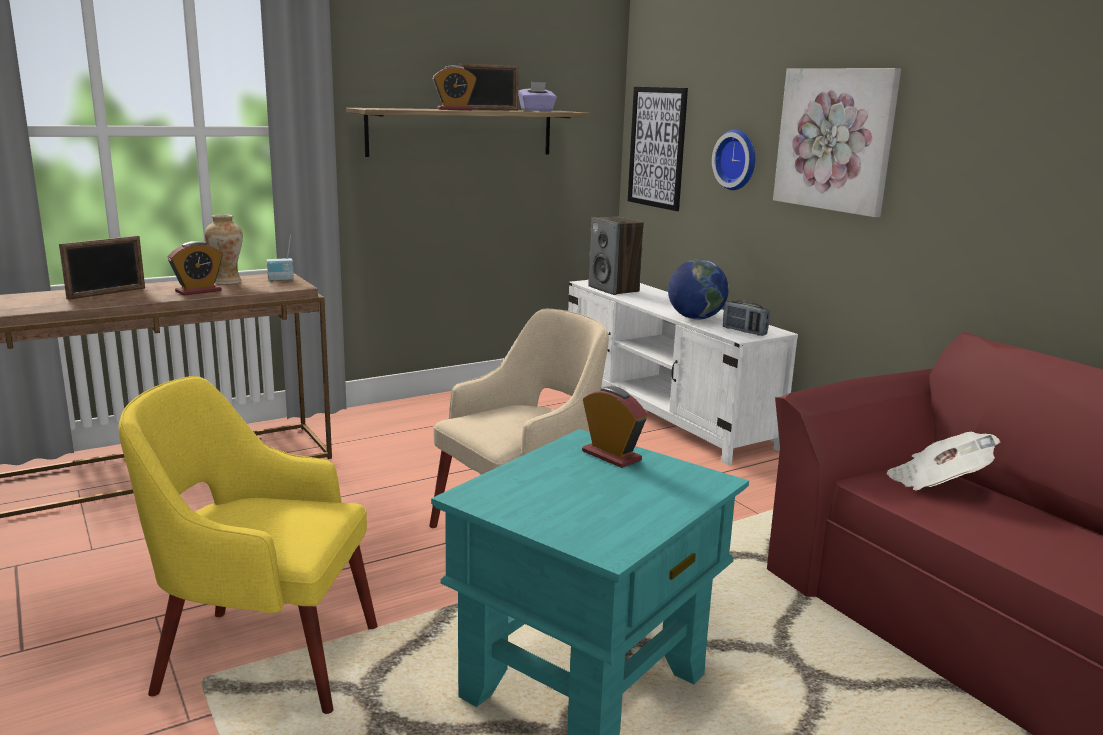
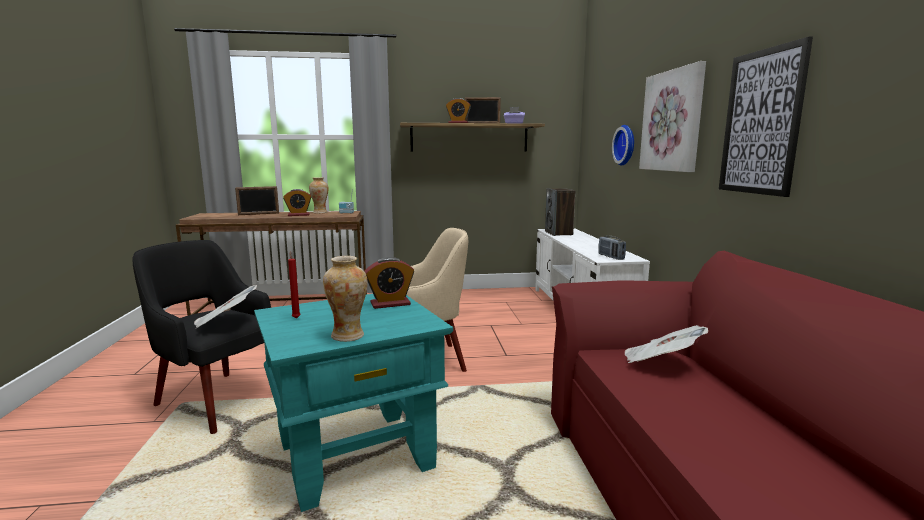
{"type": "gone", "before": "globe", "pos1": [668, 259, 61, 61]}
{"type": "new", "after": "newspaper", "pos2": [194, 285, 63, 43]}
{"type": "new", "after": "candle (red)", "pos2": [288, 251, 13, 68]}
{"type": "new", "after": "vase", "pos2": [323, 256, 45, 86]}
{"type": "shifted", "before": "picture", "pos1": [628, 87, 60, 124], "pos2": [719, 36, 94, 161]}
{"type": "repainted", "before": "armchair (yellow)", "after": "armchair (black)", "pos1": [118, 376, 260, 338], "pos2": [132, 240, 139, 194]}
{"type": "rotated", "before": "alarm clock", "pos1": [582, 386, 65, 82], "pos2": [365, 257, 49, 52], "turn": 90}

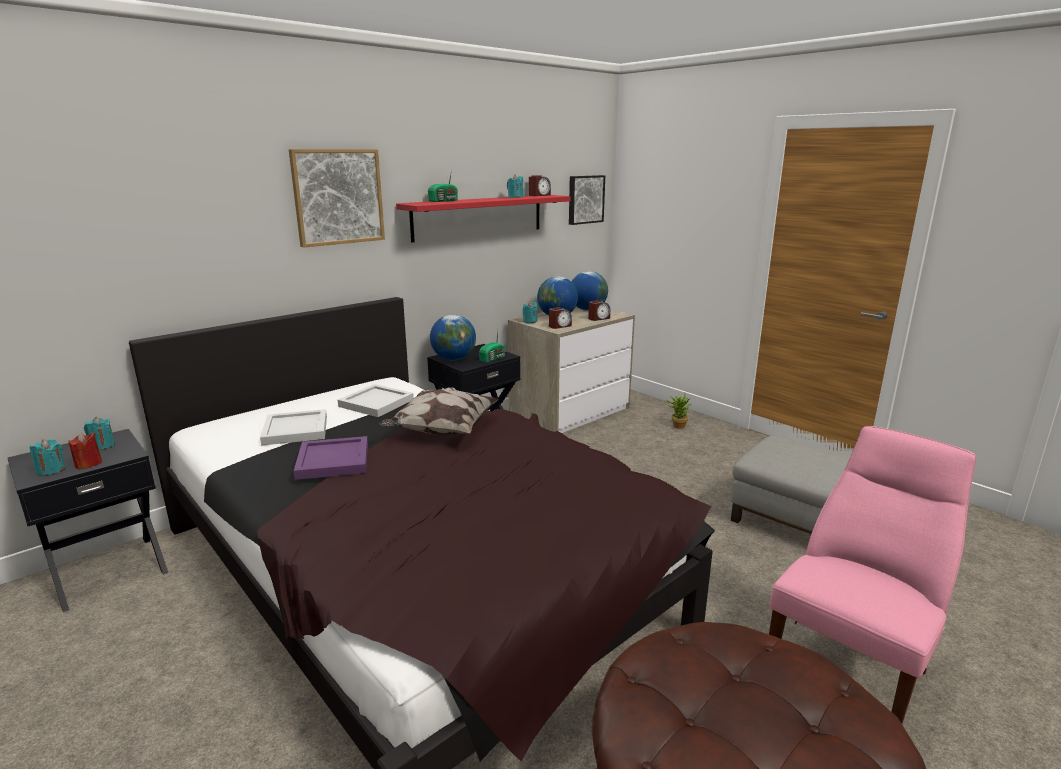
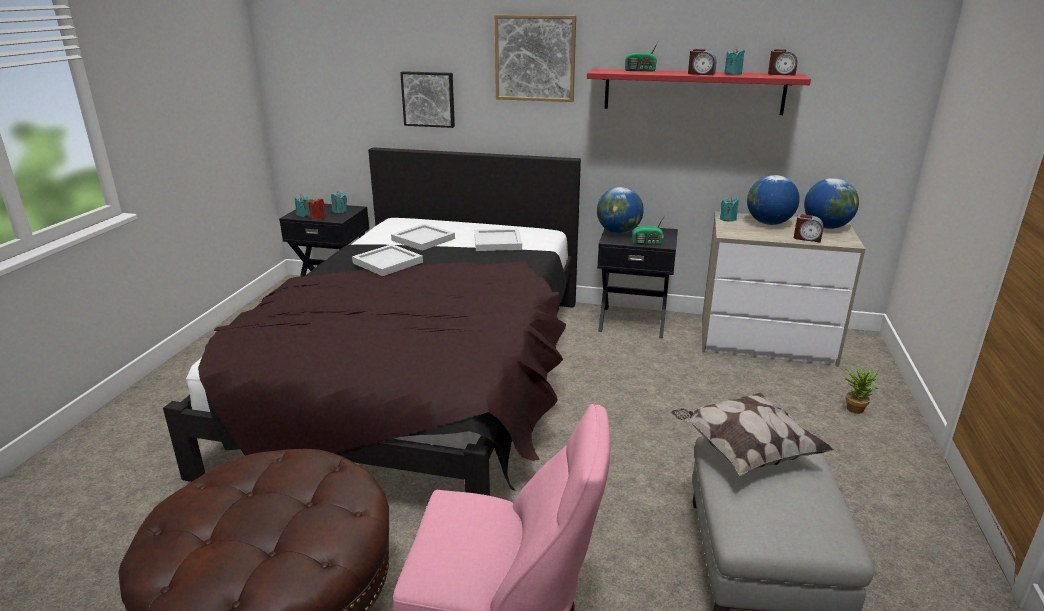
{"type": "shifted", "before": "pillow", "pos1": [379, 387, 119, 48], "pos2": [671, 393, 163, 83]}
{"type": "shifted", "before": "alarm clock", "pos1": [549, 307, 23, 22], "pos2": [688, 49, 29, 26]}
{"type": "shifted", "before": "picture", "pos1": [569, 175, 36, 50], "pos2": [400, 71, 55, 57]}
{"type": "repainted", "before": "tray (purple)", "after": "tray (white)", "pos1": [294, 436, 74, 44], "pos2": [352, 244, 71, 32]}

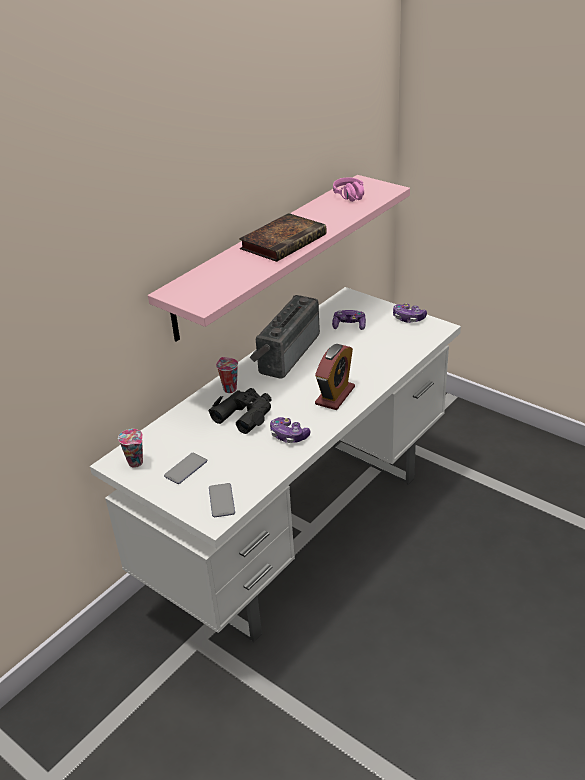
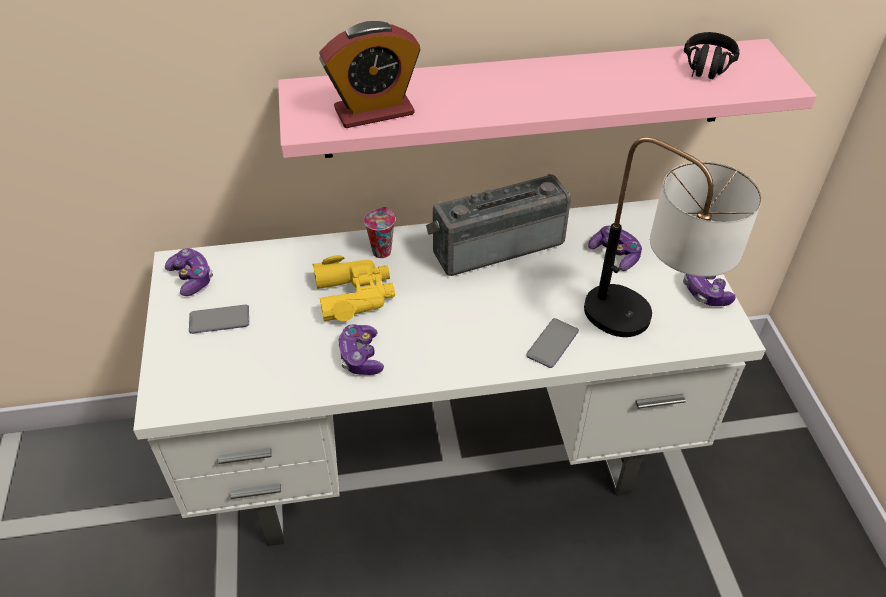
{"type": "gone", "before": "book", "pos1": [239, 213, 88, 49]}
{"type": "new", "after": "table lamp", "pos2": [584, 137, 178, 200]}
{"type": "shifted", "before": "phone", "pos1": [209, 483, 26, 35], "pos2": [526, 318, 53, 50]}
{"type": "shifted", "before": "alarm clock", "pos1": [315, 344, 40, 66], "pos2": [319, 21, 102, 107]}
{"type": "swapped", "before": "cup", "after": "game controller", "pos1": [118, 429, 25, 39], "pos2": [165, 248, 48, 48]}
{"type": "repainted", "before": "binoculars (black)", "after": "binoculars (yellow)", "pos1": [208, 388, 63, 46], "pos2": [312, 255, 83, 66]}
{"type": "repainted", "before": "headphones (pink)", "after": "headphones (black)", "pos1": [333, 177, 31, 25], "pos2": [684, 32, 56, 47]}

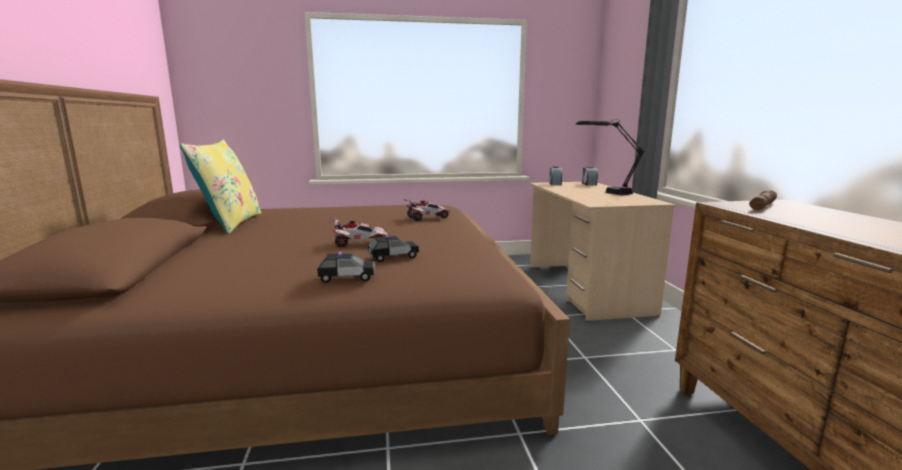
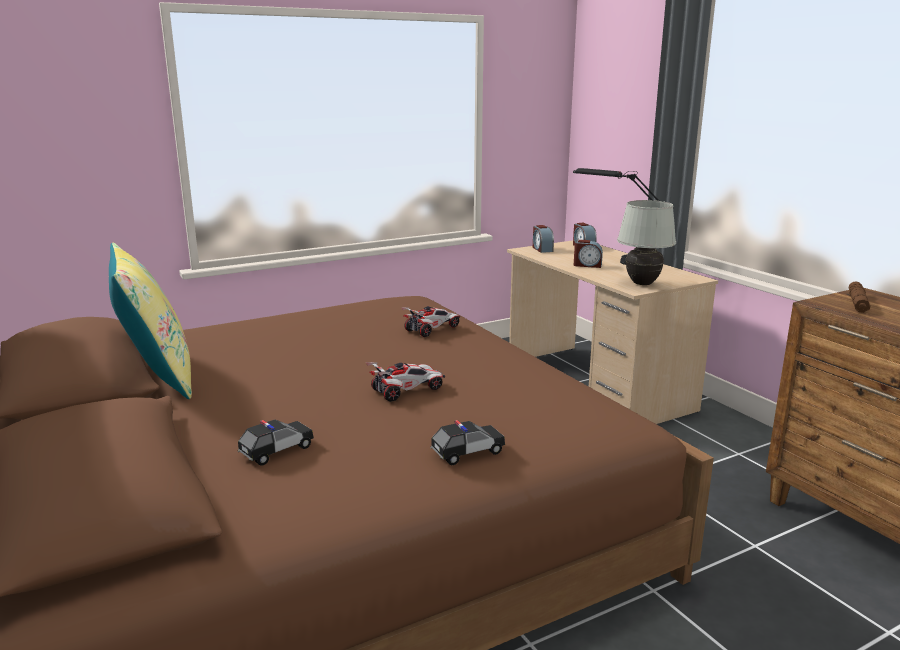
{"type": "new", "after": "alarm clock", "pos2": [574, 240, 29, 28]}
{"type": "new", "after": "table lamp (white)", "pos2": [617, 200, 59, 85]}
{"type": "shifted", "before": "toy car", "pos1": [367, 234, 52, 28], "pos2": [238, 419, 76, 47]}

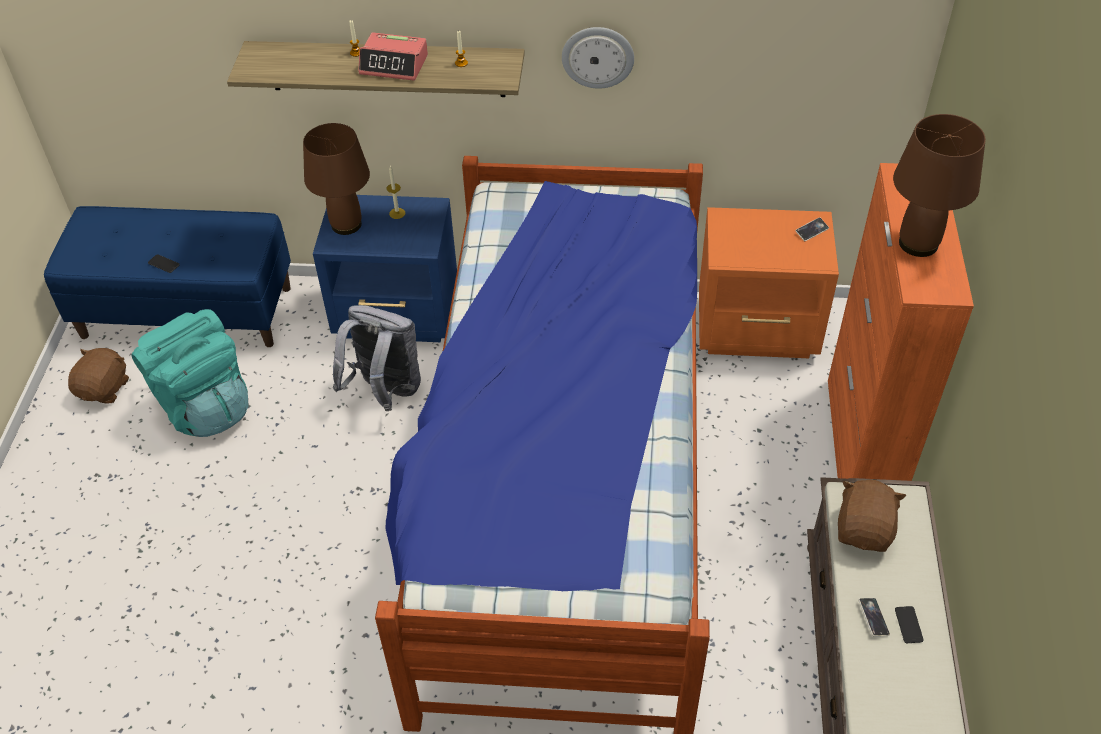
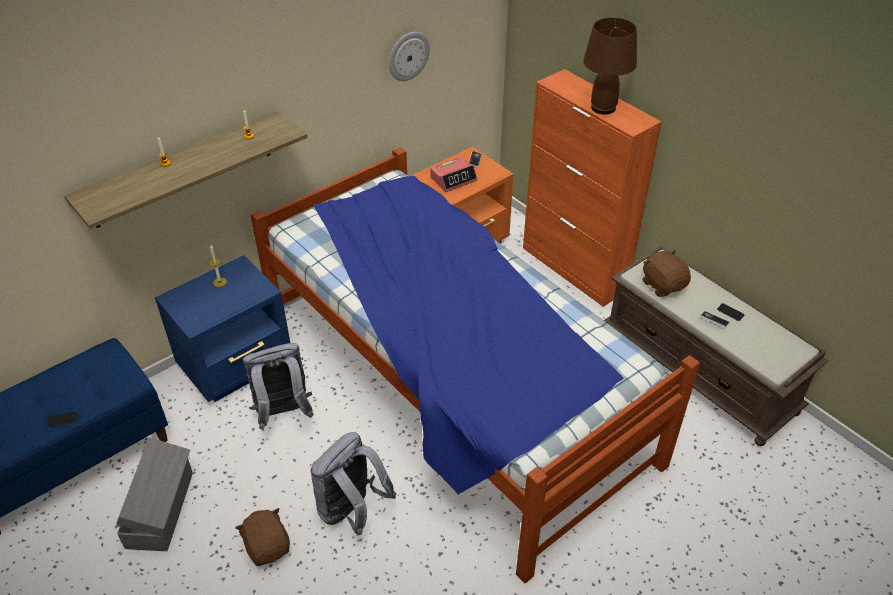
{"type": "gone", "before": "table lamp (brown)", "pos1": [303, 123, 67, 112]}
{"type": "new", "after": "backpack (grey)", "pos2": [311, 432, 85, 103]}
{"type": "shifted", "before": "plush toy (brown)", "pos1": [68, 348, 61, 56], "pos2": [235, 508, 55, 58]}
{"type": "shifted", "before": "alarm clock", "pos1": [358, 32, 70, 49], "pos2": [430, 157, 47, 35]}
{"type": "shifted", "before": "wall clock", "pos1": [562, 27, 72, 62], "pos2": [389, 32, 41, 49]}
{"type": "swapped", "before": "backpack (turquoise)", "after": "storage box (grey)", "pos1": [131, 309, 117, 128], "pos2": [116, 438, 77, 113]}

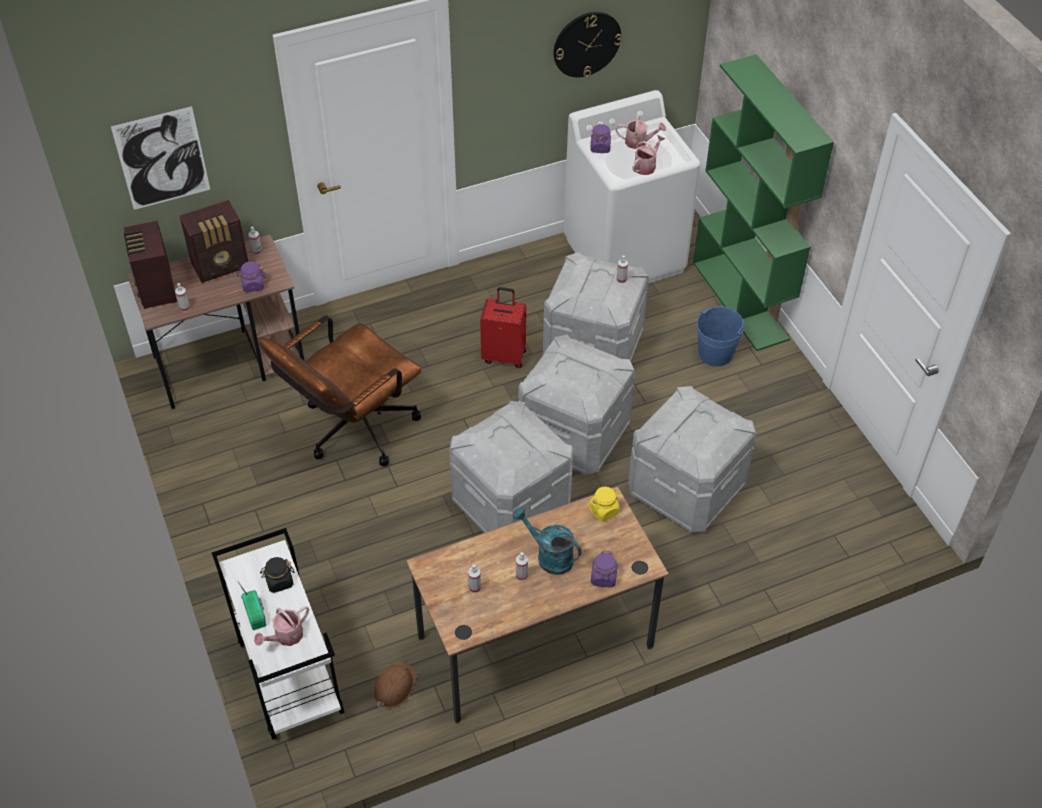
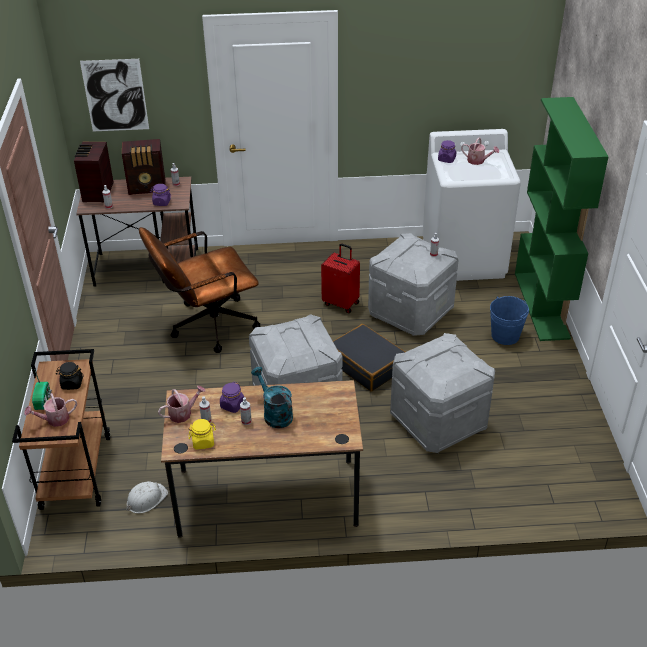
{"type": "gone", "before": "wall clock", "pos1": [553, 12, 69, 65]}
{"type": "shifted", "before": "jar (yellow)", "pos1": [589, 487, 31, 35], "pos2": [189, 419, 27, 31]}
{"type": "shifted", "before": "jar (purple)", "pos1": [591, 551, 27, 37], "pos2": [220, 382, 24, 31]}
{"type": "shifted", "before": "watering can", "pos1": [633, 135, 32, 40], "pos2": [158, 385, 47, 38]}
{"type": "swapped", "before": "storage box (grey)", "after": "suitcase (black)", "pos1": [519, 335, 116, 140], "pos2": [333, 324, 72, 67]}
{"type": "repainted", "before": "cart (white)", "after": "cart (brown)", "pos1": [212, 528, 132, 212], "pos2": [12, 349, 98, 161]}
{"type": "repainted", "before": "hard hat (brown)", "after": "hard hat (white)", "pos1": [373, 662, 45, 47], "pos2": [126, 481, 42, 32]}

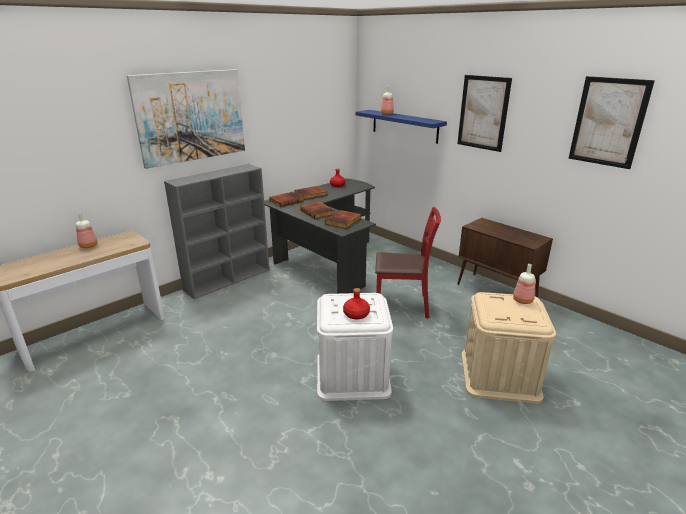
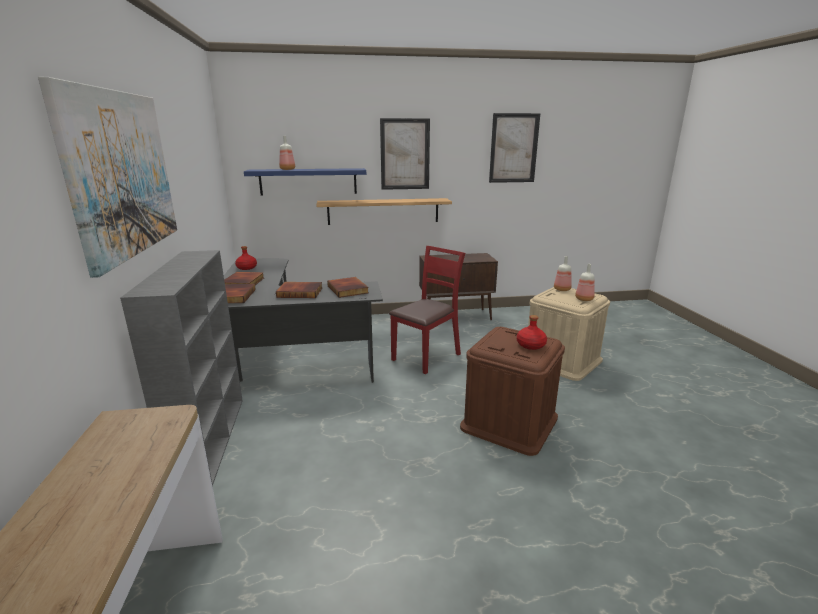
{"type": "new", "after": "shelf", "pos2": [316, 198, 136, 27]}
{"type": "shifted", "before": "bottle", "pos1": [76, 212, 22, 36], "pos2": [575, 264, 20, 37]}
{"type": "repainted", "before": "storage box (white)", "after": "storage box (brown)", "pos1": [317, 293, 76, 108], "pos2": [460, 327, 105, 129]}

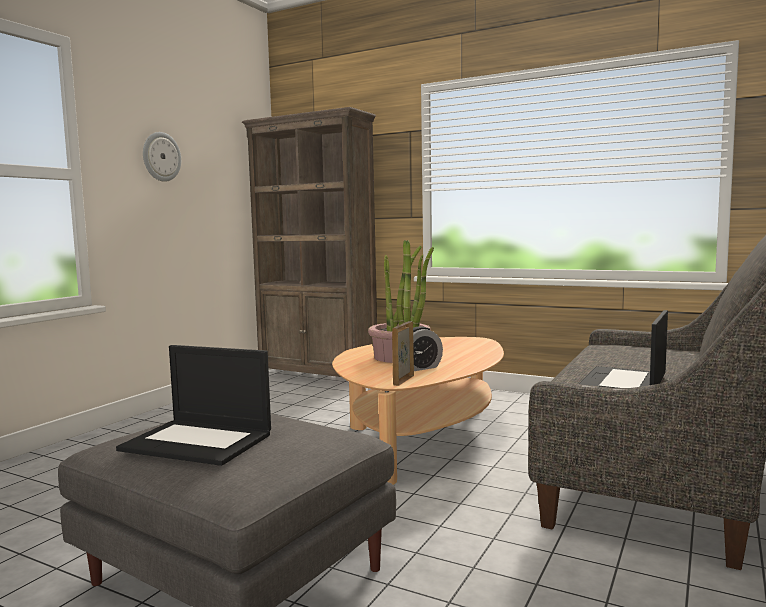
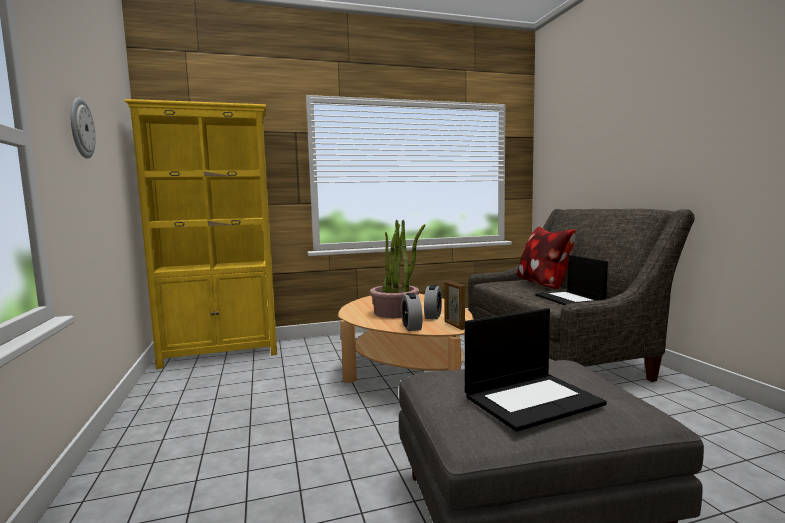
{"type": "new", "after": "alarm clock", "pos2": [401, 293, 22, 38]}
{"type": "new", "after": "pillow", "pos2": [517, 226, 59, 63]}
{"type": "repainted", "before": "bookcase (brown)", "after": "bookcase (yellow)", "pos1": [242, 107, 135, 270], "pos2": [124, 99, 153, 270]}

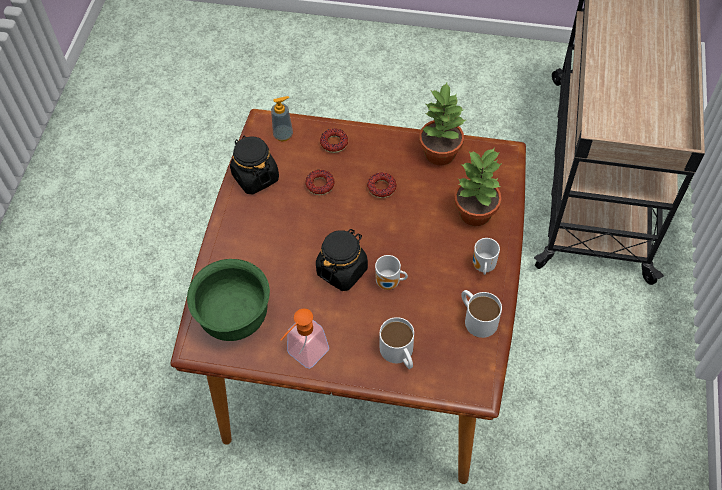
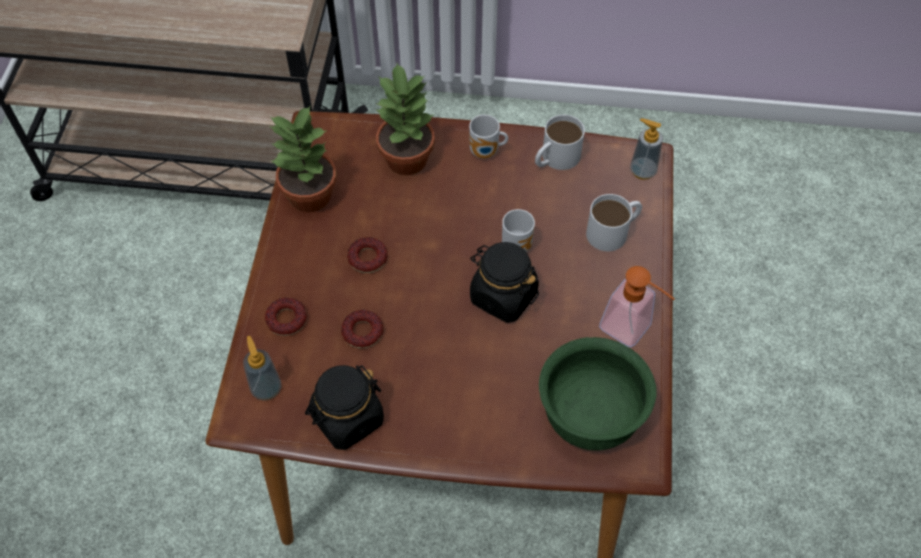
{"type": "new", "after": "soap dispenser", "pos2": [630, 118, 33, 62]}

